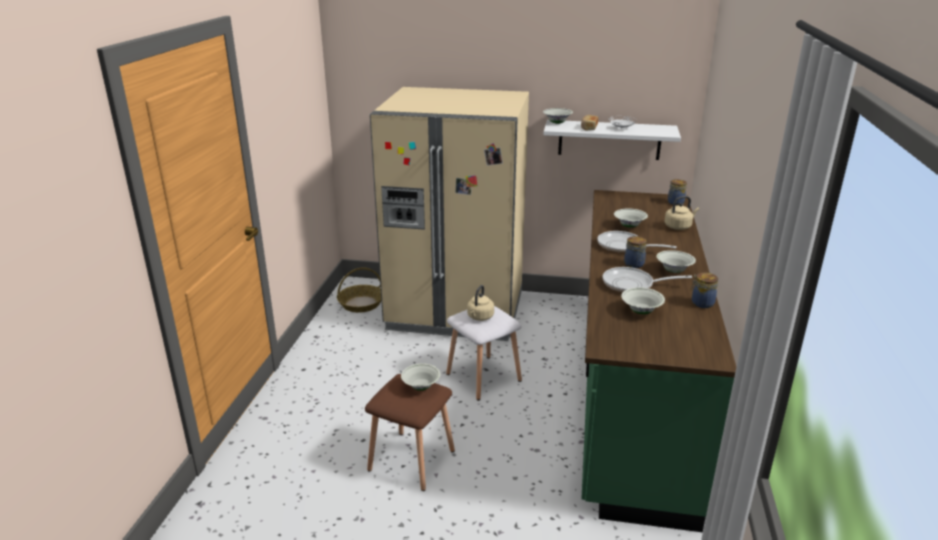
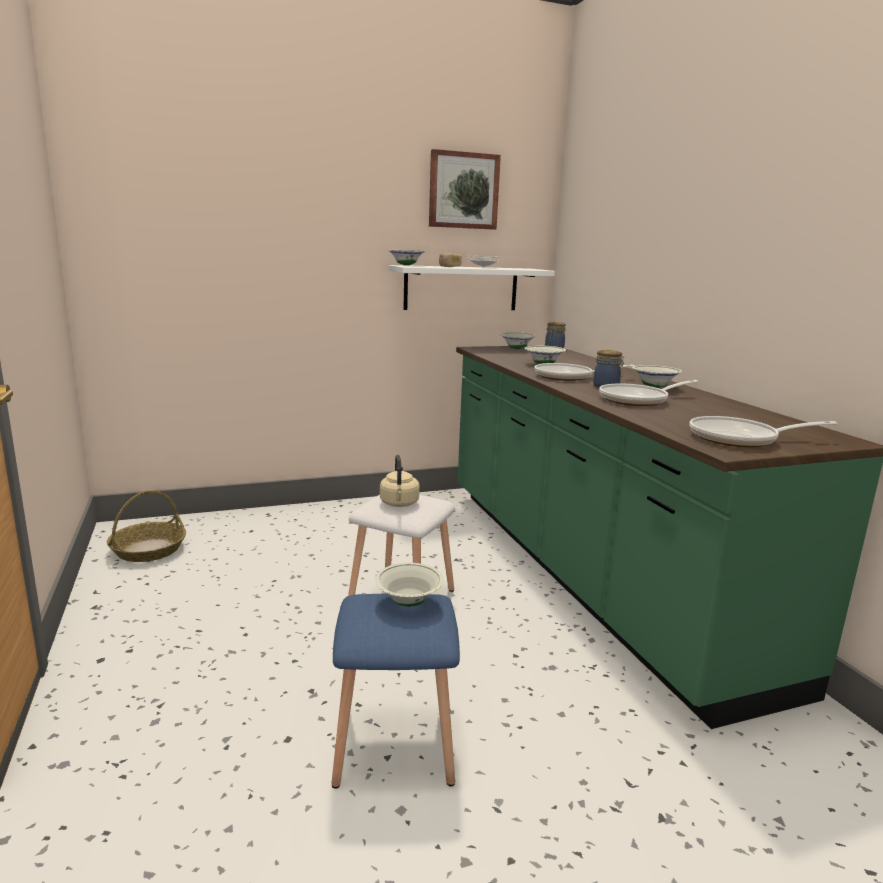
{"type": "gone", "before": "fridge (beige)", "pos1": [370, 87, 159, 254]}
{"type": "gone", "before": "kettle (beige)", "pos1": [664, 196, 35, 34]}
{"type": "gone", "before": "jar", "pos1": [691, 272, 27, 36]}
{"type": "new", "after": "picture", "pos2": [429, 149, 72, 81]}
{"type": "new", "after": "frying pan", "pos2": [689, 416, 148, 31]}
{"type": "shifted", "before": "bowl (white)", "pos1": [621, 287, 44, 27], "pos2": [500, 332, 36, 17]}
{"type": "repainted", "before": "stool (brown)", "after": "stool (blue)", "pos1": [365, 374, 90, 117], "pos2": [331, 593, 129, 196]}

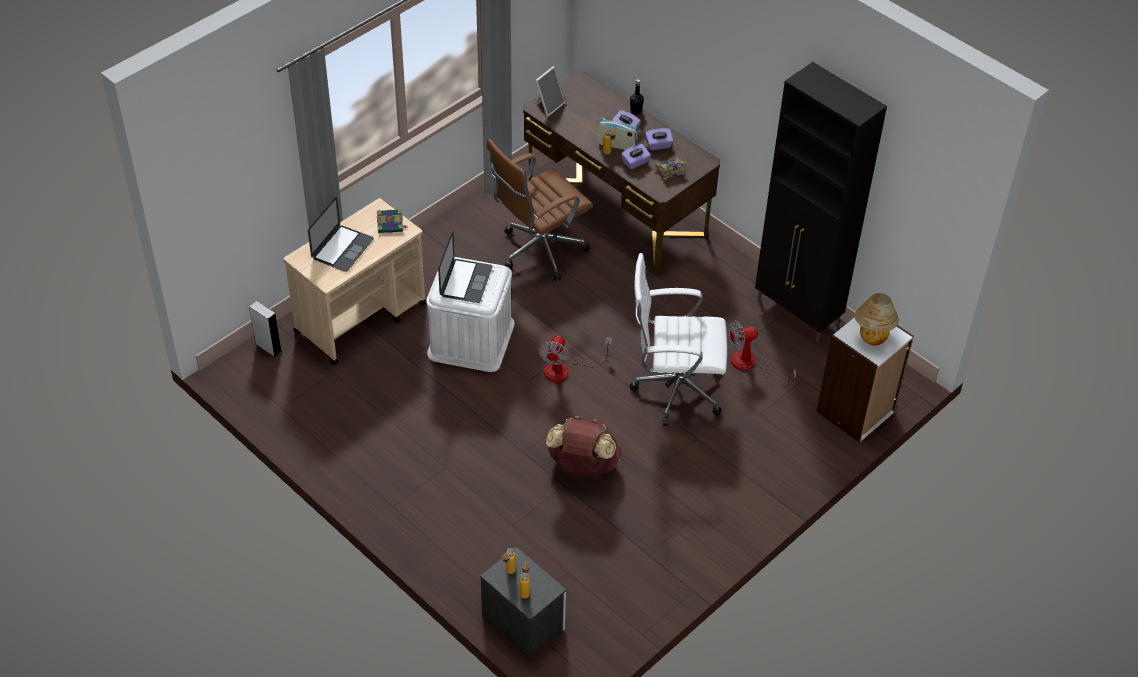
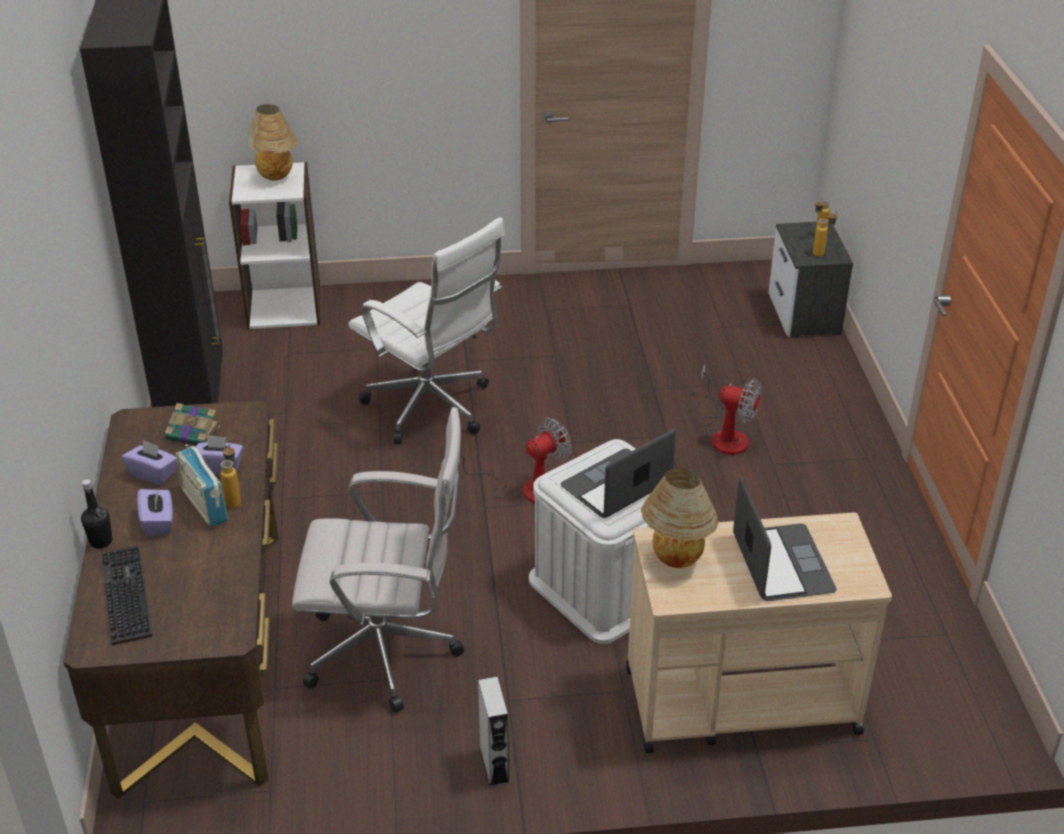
{"type": "gone", "before": "picture frame", "pos1": [535, 66, 30, 51]}
{"type": "gone", "before": "backpack (brown)", "pos1": [546, 416, 76, 60]}
{"type": "new", "after": "keyboard", "pos2": [102, 546, 50, 99]}
{"type": "shifted", "before": "speaker (grey)", "pos1": [249, 301, 33, 56], "pos2": [478, 677, 31, 110]}
{"type": "shifted", "before": "fan", "pos1": [729, 321, 67, 67], "pos2": [699, 364, 63, 91]}
{"type": "swapped", "before": "book", "after": "table lamp", "pos1": [377, 209, 30, 24], "pos2": [641, 468, 78, 100]}
{"type": "repainted", "before": "office chair (brown)", "after": "office chair (white)", "pos1": [486, 138, 107, 143], "pos2": [292, 407, 172, 306]}
{"type": "rotated", "before": "laptop", "pos1": [308, 197, 66, 75], "pos2": [733, 478, 104, 123], "turn": 105}

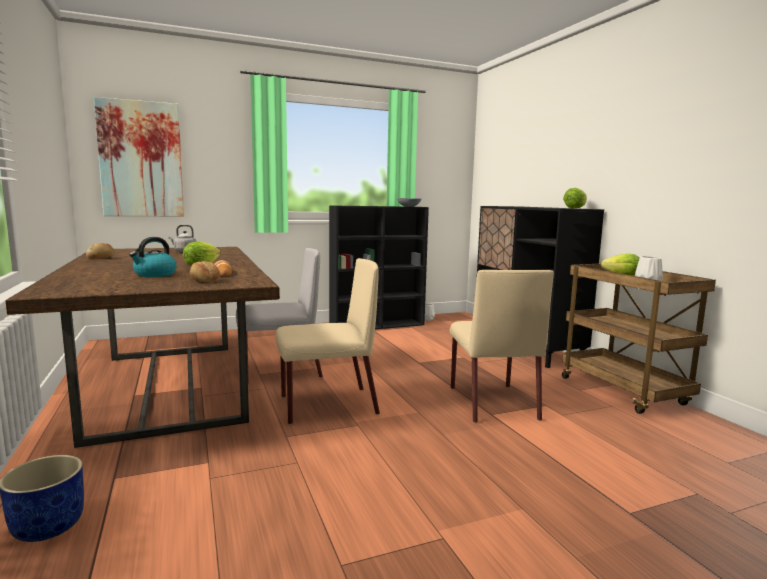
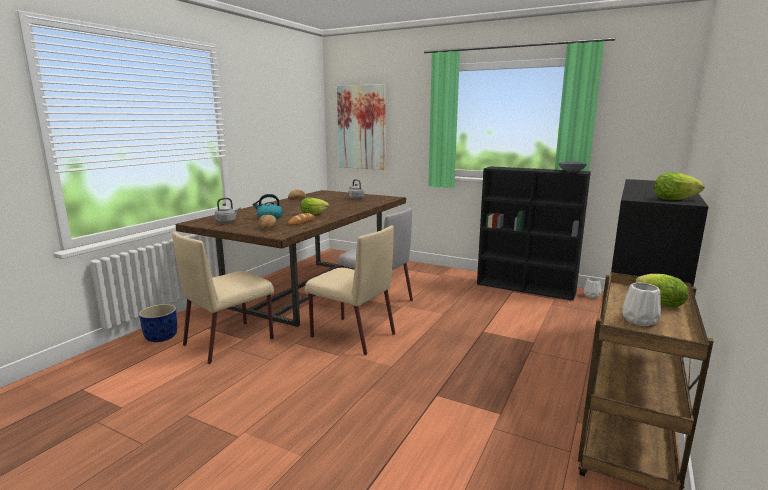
{"type": "new", "after": "kettle (grey)", "pos2": [215, 198, 26, 26]}
{"type": "shifted", "before": "chair (beige)", "pos1": [450, 270, 104, 153], "pos2": [172, 231, 102, 133]}

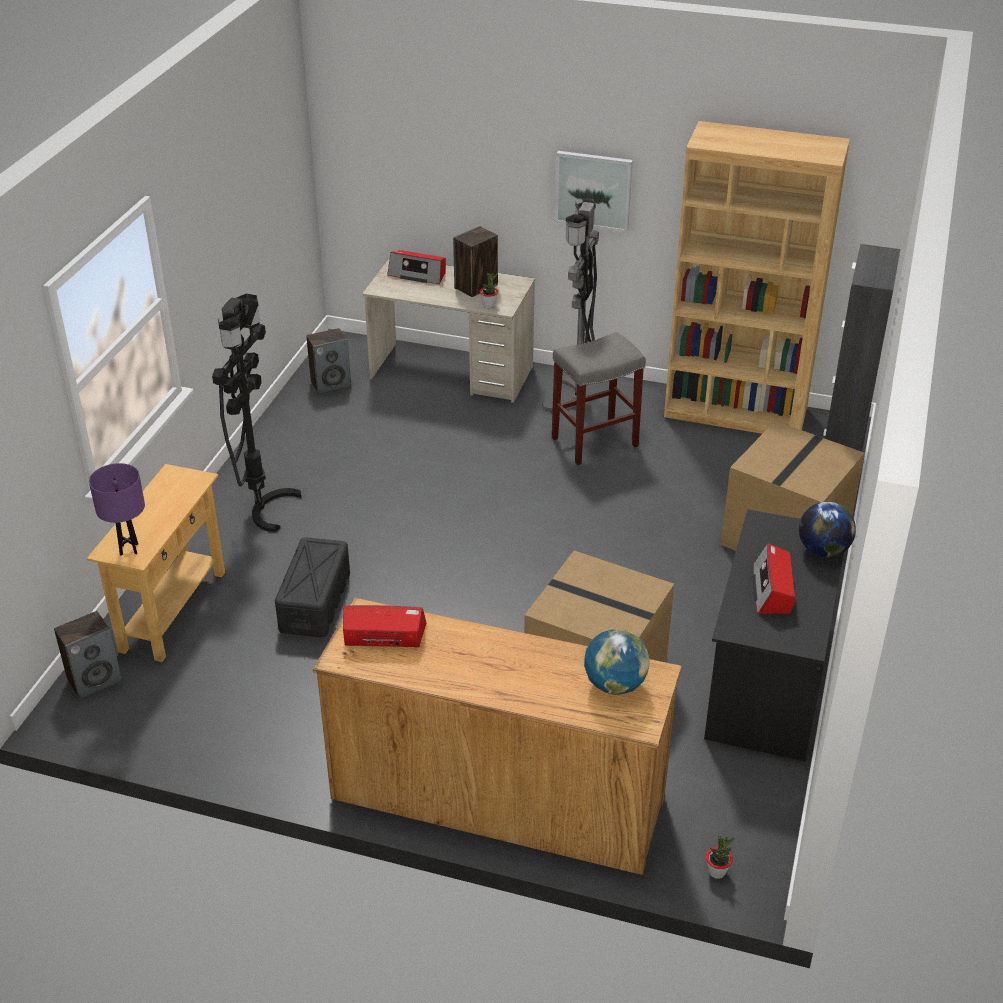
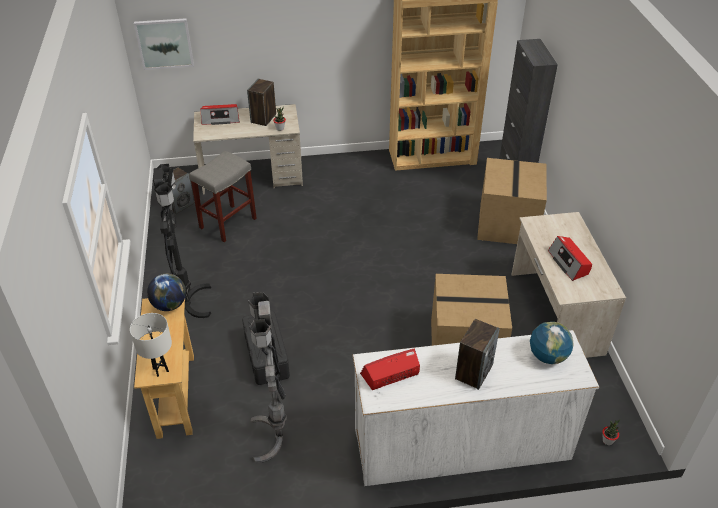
{"type": "shifted", "before": "speaker", "pos1": [54, 611, 68, 88], "pos2": [455, 319, 45, 71]}
{"type": "shifted", "before": "floor lamp (grey)", "pos1": [542, 198, 57, 213], "pos2": [248, 292, 39, 171]}
{"type": "shifted", "before": "stool (grey)", "pos1": [552, 332, 94, 133], "pos2": [189, 151, 68, 91]}
{"type": "shifted", "before": "picture", "pos1": [555, 151, 78, 82], "pos2": [134, 18, 60, 52]}
{"type": "shifted", "before": "globe", "pos1": [799, 502, 57, 55], "pos2": [147, 274, 39, 37]}
{"type": "repainted", "before": "table lamp (purple)", "after": "table lamp (white)", "pos1": [89, 463, 56, 93], "pos2": [130, 313, 42, 64]}
{"type": "repainted", "before": "dresser (brown)", "after": "dresser (white)", "pos1": [313, 598, 369, 277], "pos2": [353, 330, 246, 156]}
{"type": "repainted", "before": "desk (black)", "after": "desk (beige)", "pos1": [704, 509, 140, 252], "pos2": [511, 212, 115, 146]}

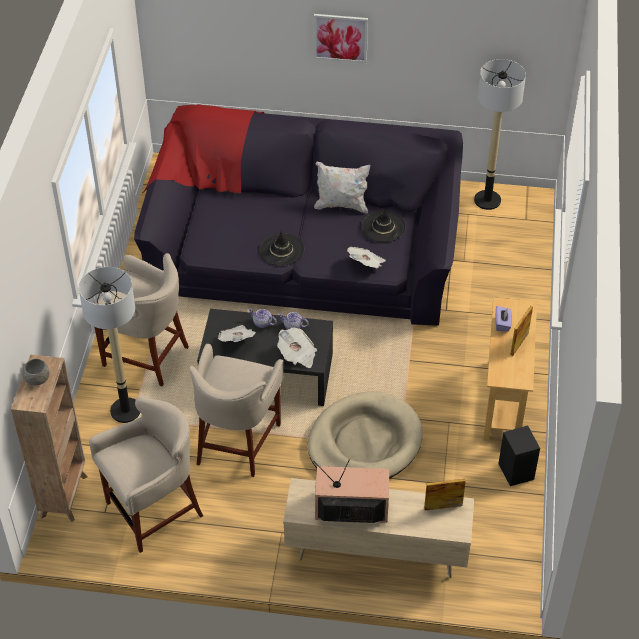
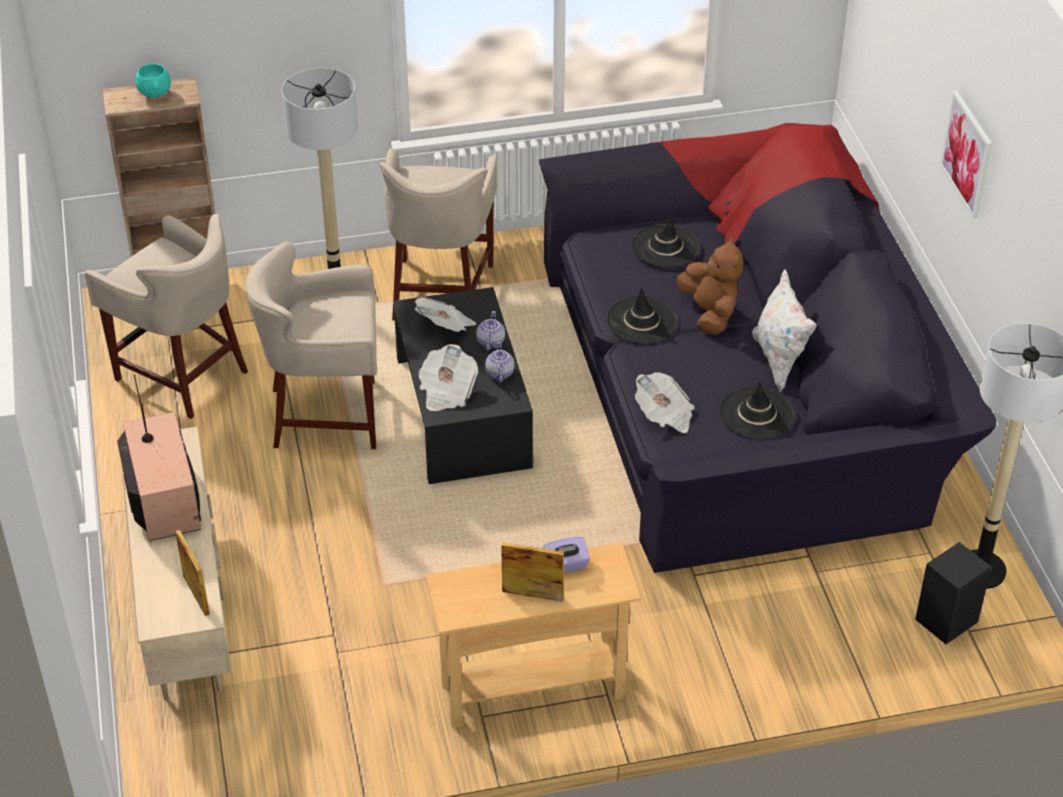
{"type": "gone", "before": "dog bed (beige)", "pos1": [308, 391, 115, 88]}
{"type": "new", "after": "hat (black)", "pos2": [631, 214, 69, 54]}
{"type": "new", "after": "plush toy (brown)", "pos2": [677, 237, 66, 98]}
{"type": "shifted", "before": "speaker (black)", "pos1": [498, 426, 42, 60], "pos2": [915, 542, 76, 102]}
{"type": "repainted", "before": "bowl (grey)", "after": "bowl (turquoise)", "pos1": [22, 359, 28, 27], "pos2": [135, 64, 36, 34]}

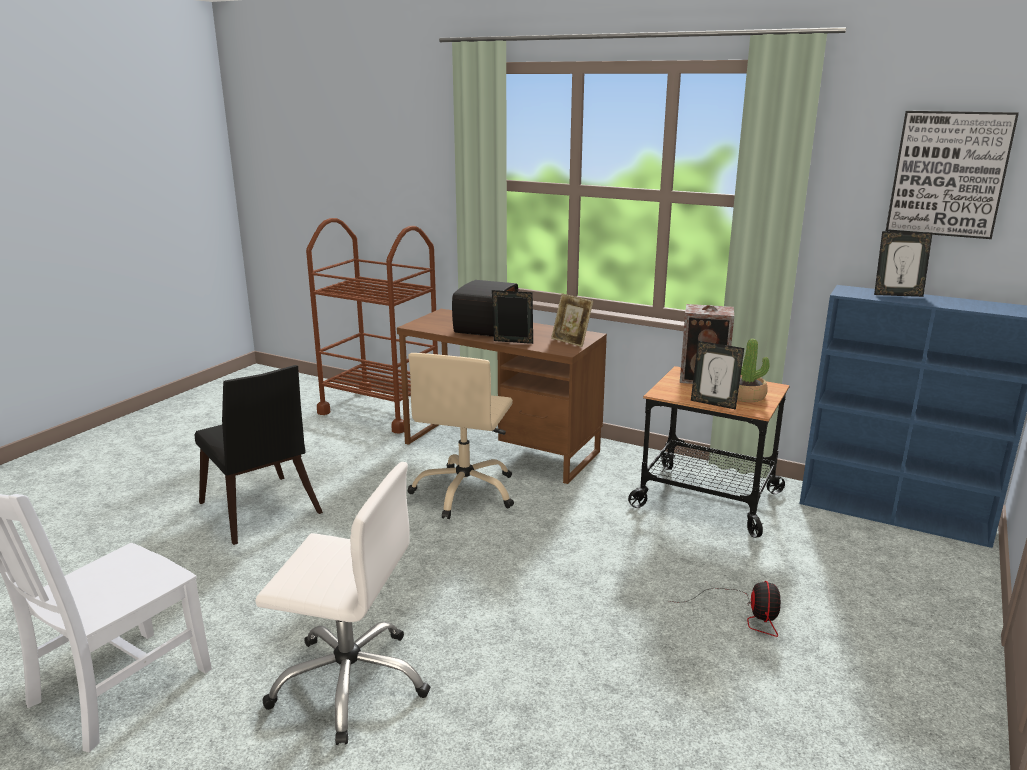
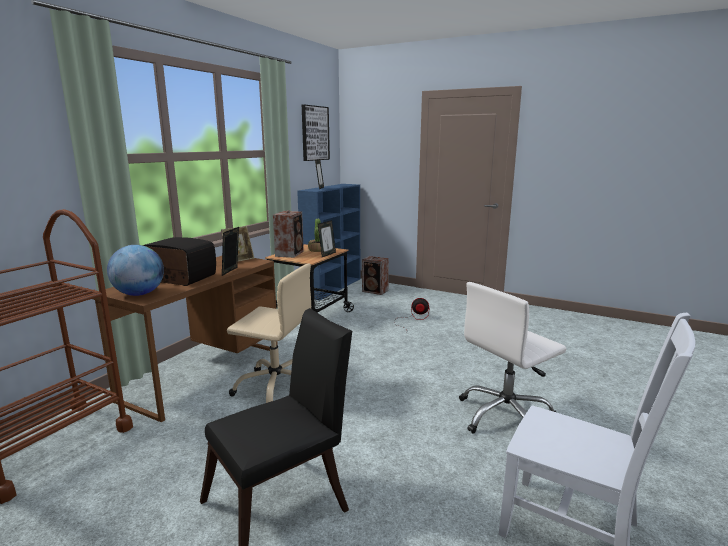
{"type": "new", "after": "globe", "pos2": [107, 245, 57, 51]}
{"type": "new", "after": "speaker", "pos2": [362, 256, 27, 39]}
{"type": "rotated", "before": "office chair (white)", "pos1": [255, 462, 176, 283], "pos2": [459, 282, 107, 151], "turn": -135}

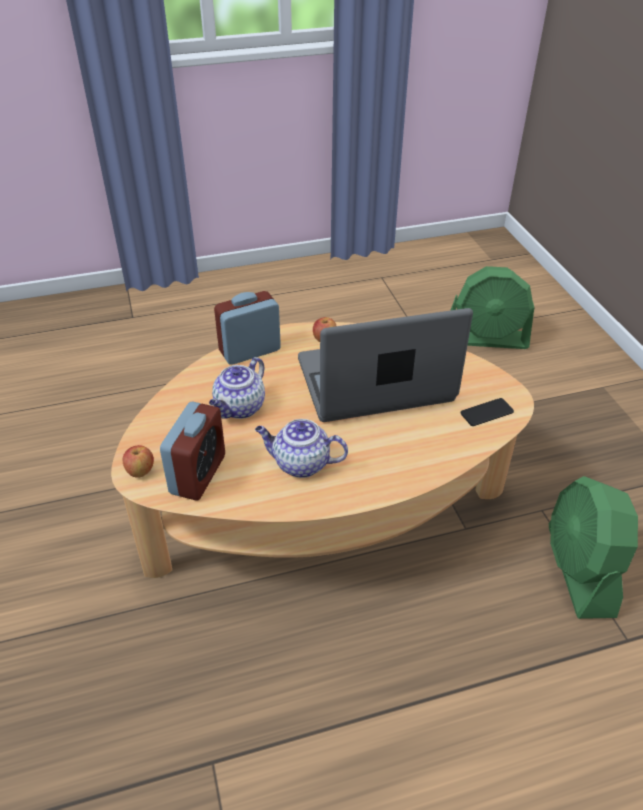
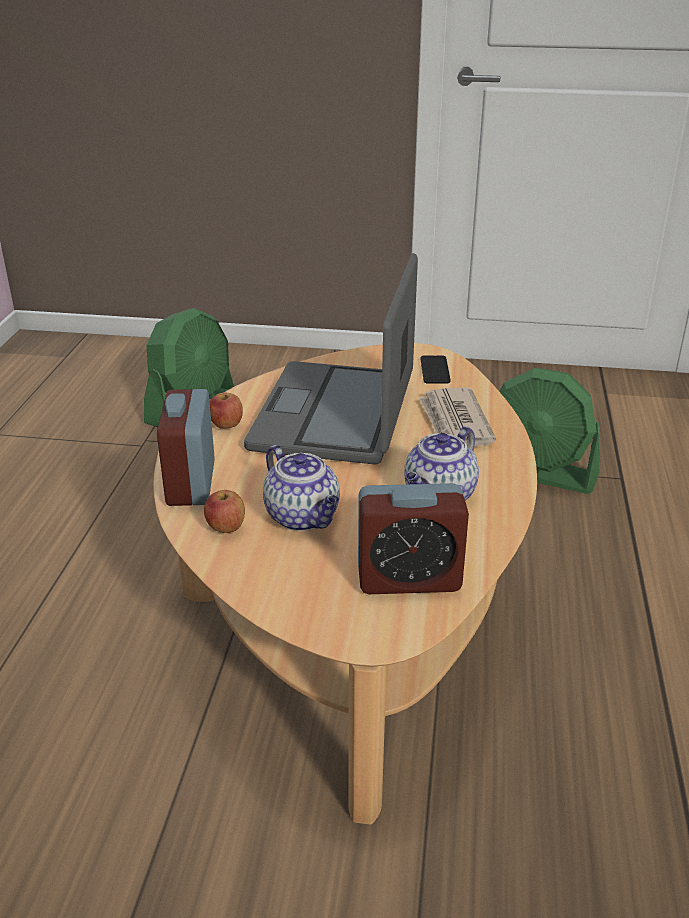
{"type": "new", "after": "newspaper", "pos2": [419, 387, 77, 59]}
{"type": "shifted", "before": "apple", "pos1": [123, 445, 31, 33], "pos2": [204, 490, 41, 43]}
{"type": "rotated", "before": "alarm clock", "pos1": [160, 401, 65, 100], "pos2": [358, 483, 111, 111], "turn": 135}

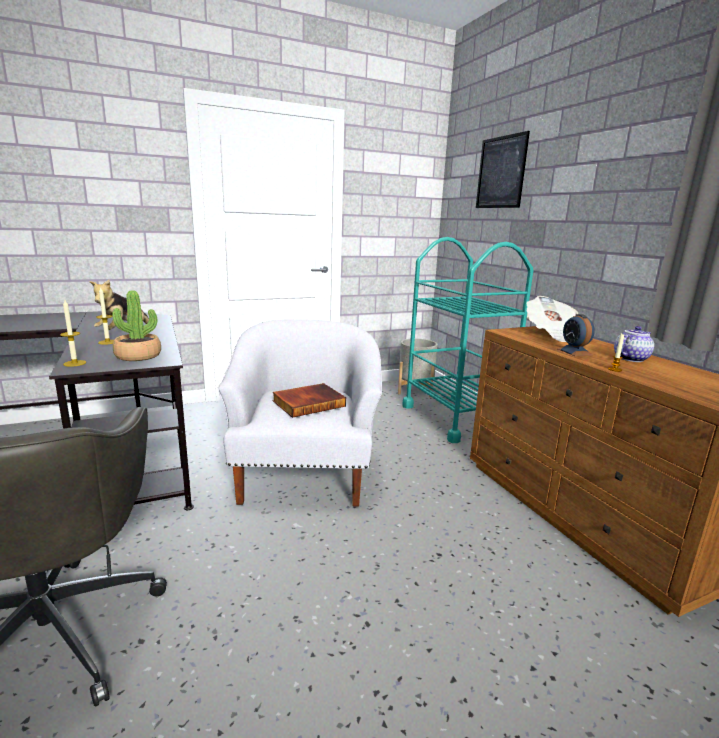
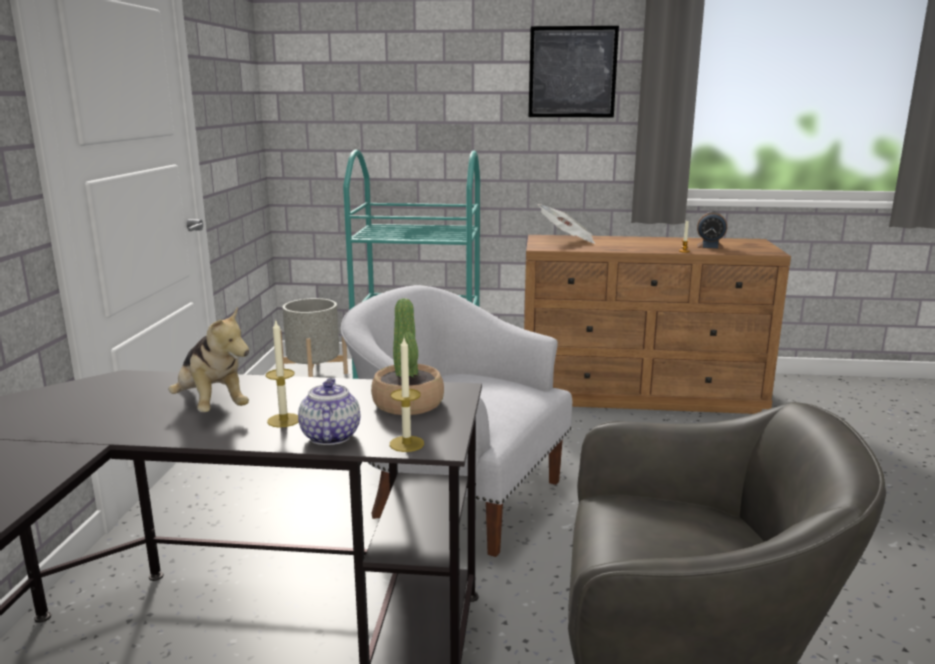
{"type": "gone", "before": "book", "pos1": [272, 383, 74, 35]}
{"type": "shifted", "before": "picture", "pos1": [476, 131, 54, 77], "pos2": [529, 26, 90, 91]}
{"type": "shifted", "before": "alarm clock", "pos1": [558, 314, 37, 42], "pos2": [697, 211, 30, 38]}
{"type": "shifted", "before": "teapot", "pos1": [614, 326, 40, 36], "pos2": [298, 378, 63, 67]}

